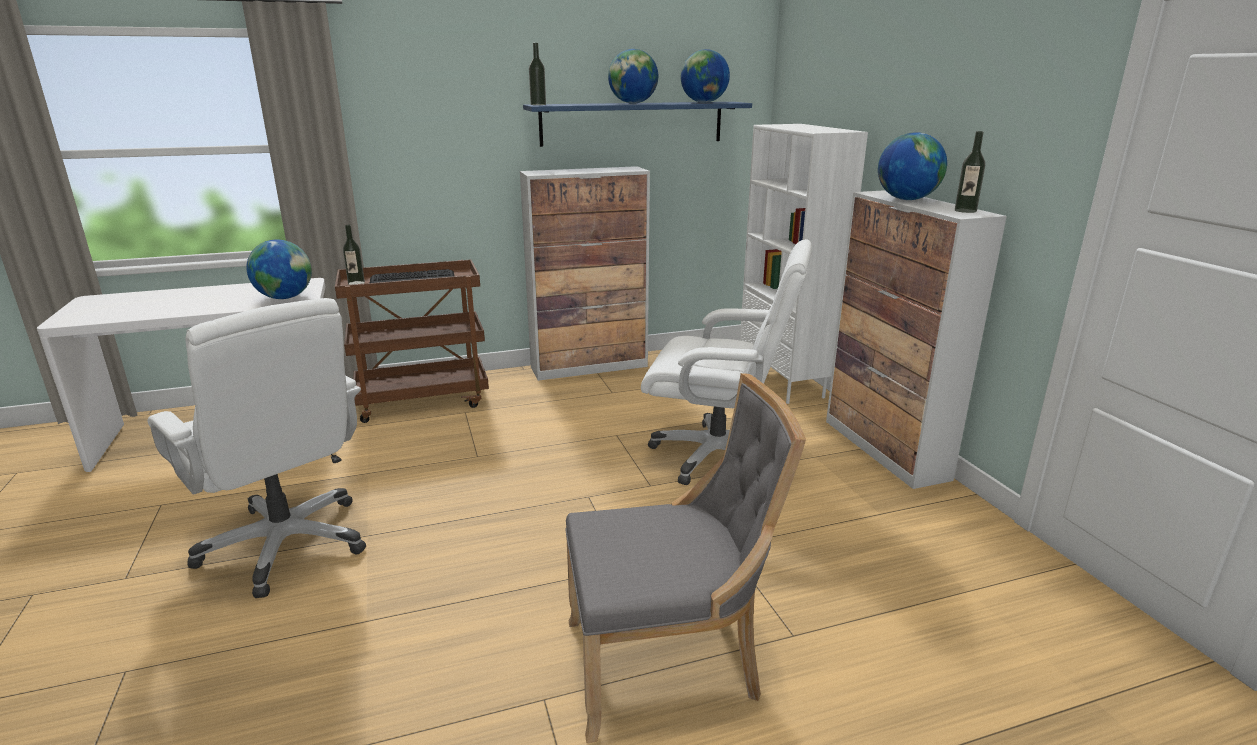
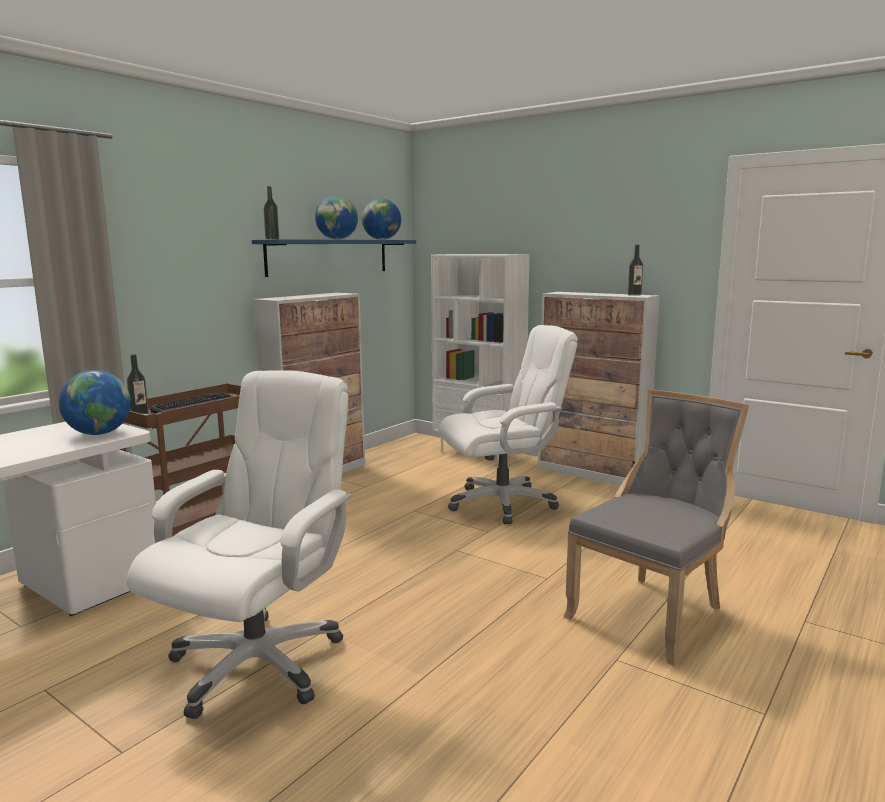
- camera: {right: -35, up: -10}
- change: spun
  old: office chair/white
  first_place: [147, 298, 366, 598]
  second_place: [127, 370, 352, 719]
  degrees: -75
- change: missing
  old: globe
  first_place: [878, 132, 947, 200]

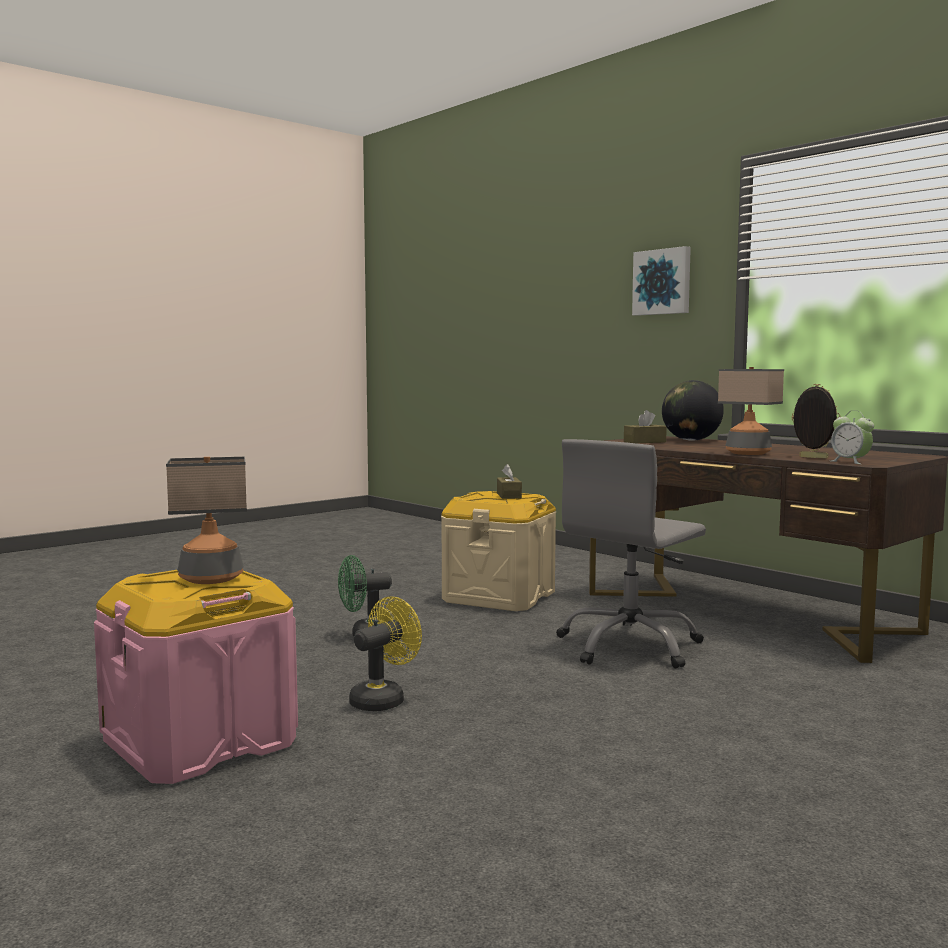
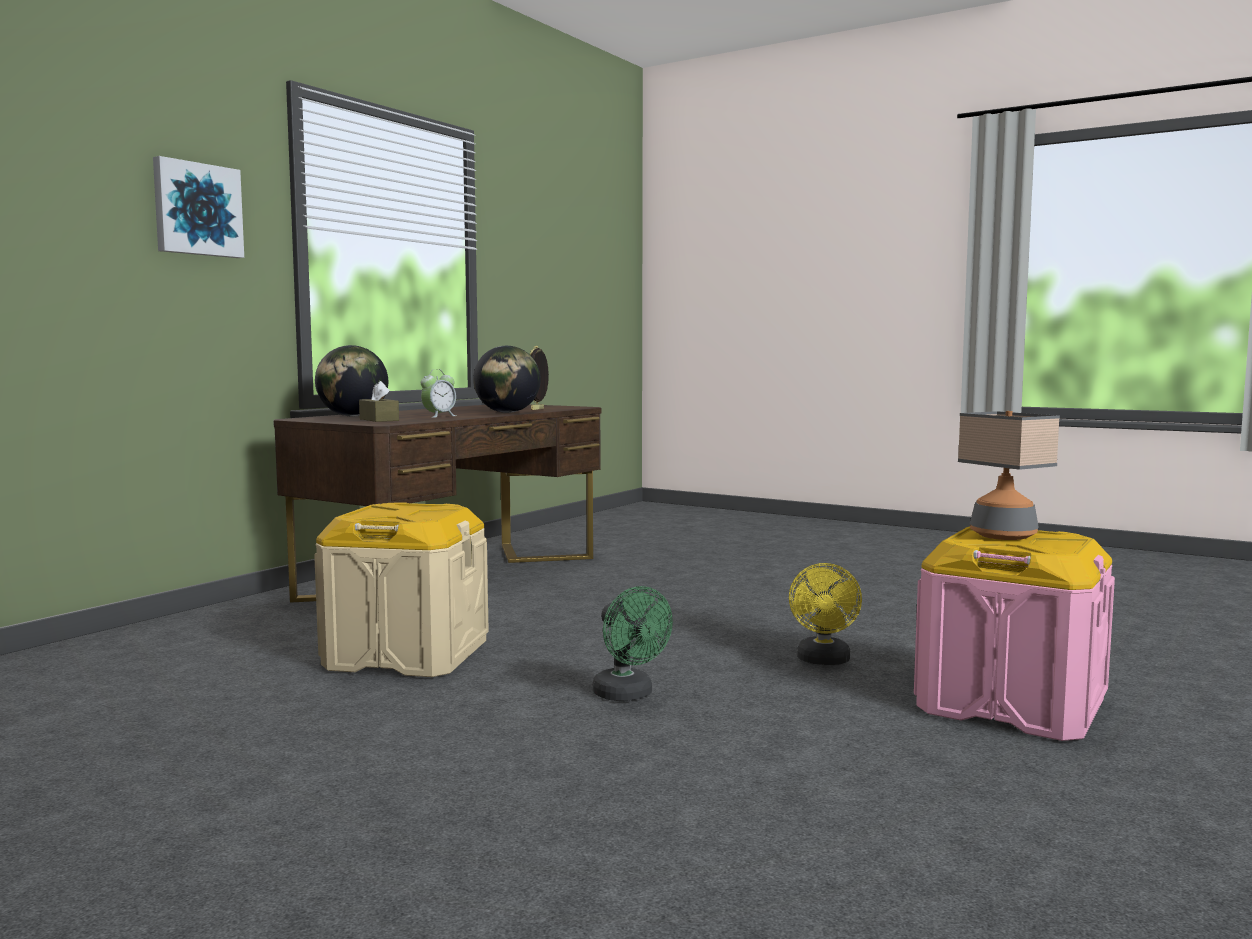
- camera: {right: -105, up: 0}
- change: relocated
  old: alarm clock
  first_place: [831, 411, 874, 464]
  second_place: [421, 369, 457, 418]
- change: exchanged
  old: table lamp
  new: globe
  first_place: [718, 367, 784, 455]
  second_place: [473, 346, 541, 413]
- change: spun
  old: fan/yellow
  first_place: [349, 597, 422, 712]
  second_place: [789, 563, 862, 665]
  degrees: -105
- change: missing
  old: tissue box/brown
  first_place: [497, 464, 522, 499]
- change: missing
  old: office chair/grey
  first_place: [556, 439, 706, 668]

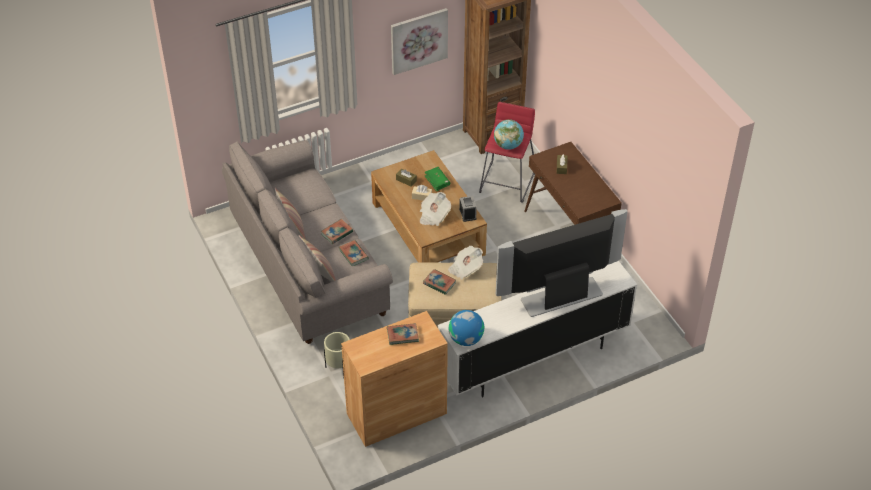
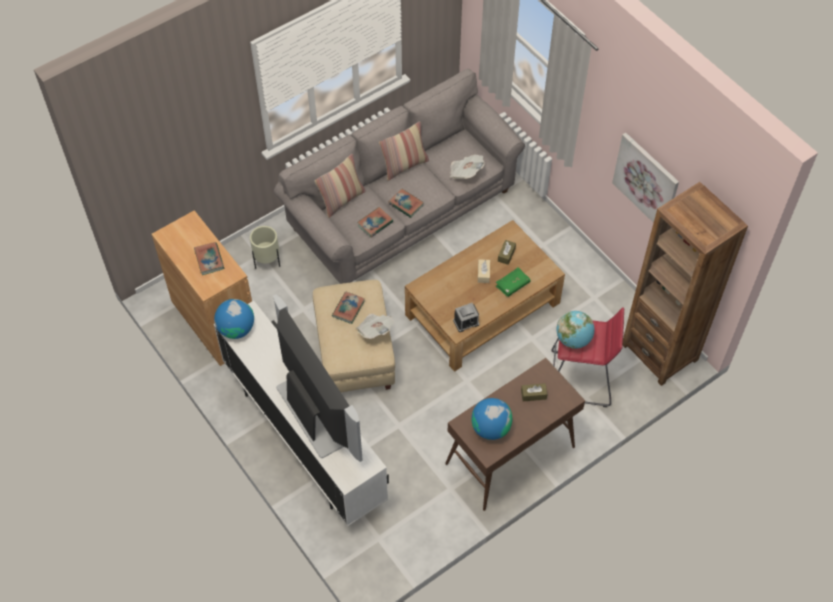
- camera: {right: 80, up: 10}
- change: relocated
  old: newspaper
  first_place: [420, 192, 451, 226]
  second_place: [450, 154, 485, 179]
- change: appeared
  new: globe
  second_place: [472, 398, 512, 440]

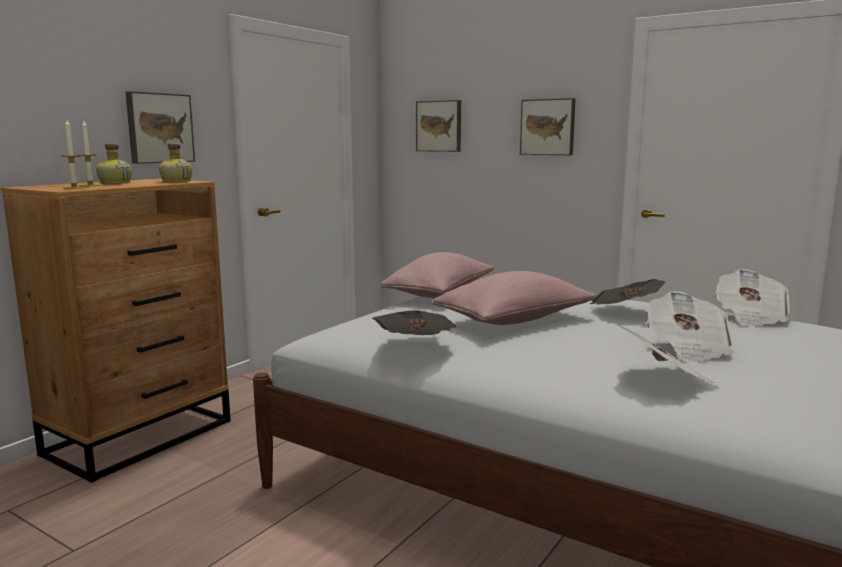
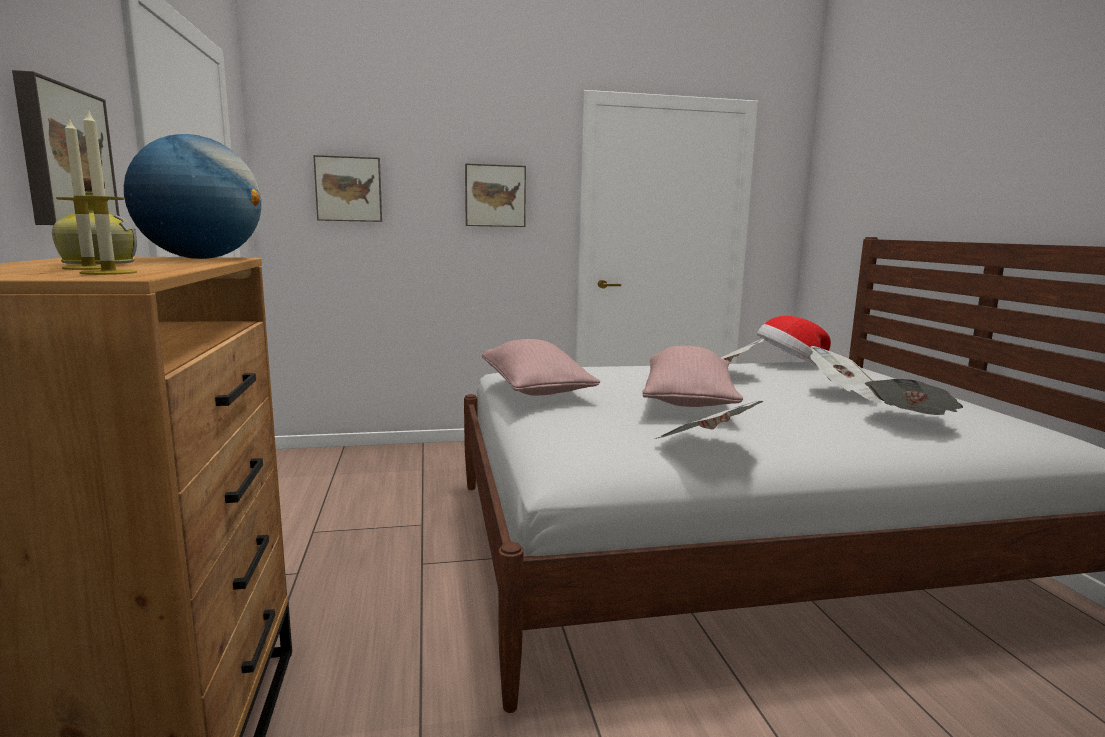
- camera: {right: -45, up: 0}
- change: exchanged
  old: bottle
  new: globe
  first_place: [159, 143, 192, 182]
  second_place: [124, 134, 261, 259]
- change: exchanged
  old: newspaper
  new: hat
  first_place: [714, 269, 790, 327]
  second_place: [757, 316, 831, 365]

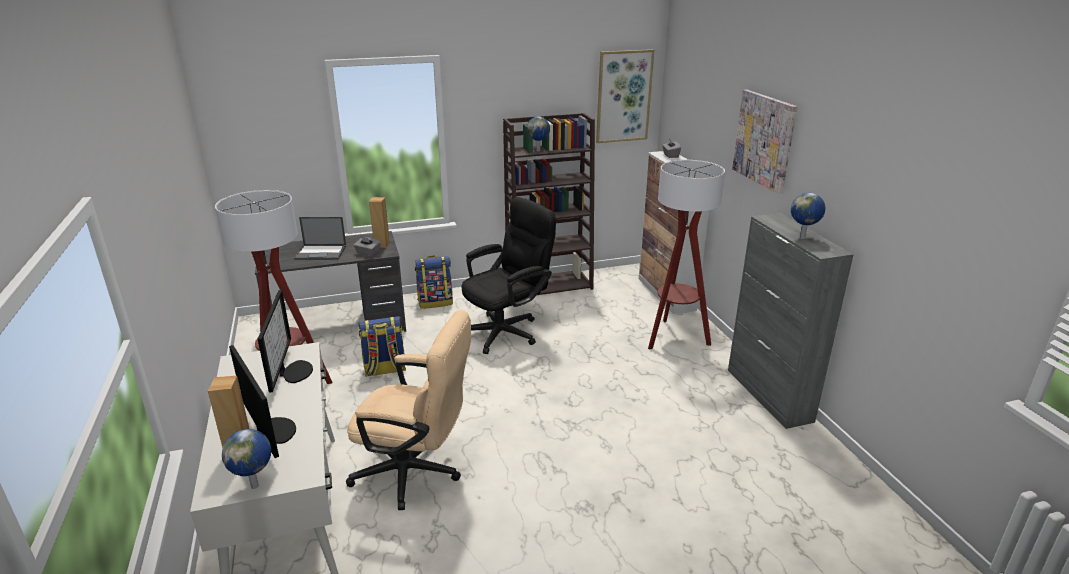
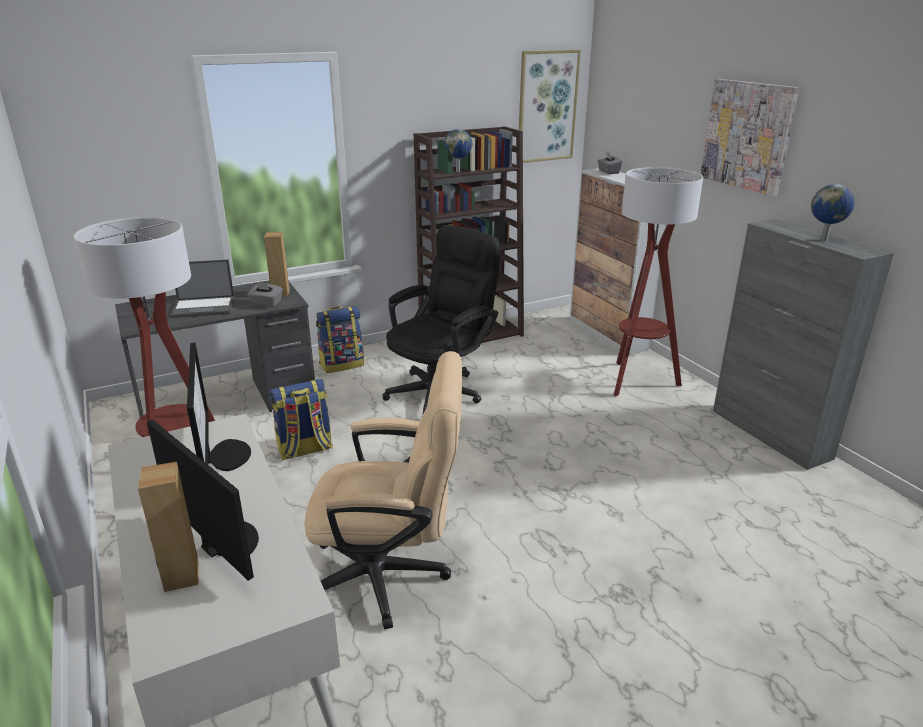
- camera: {right: -10, up: 0}
- change: missing
  old: globe
  first_place: [222, 429, 271, 489]

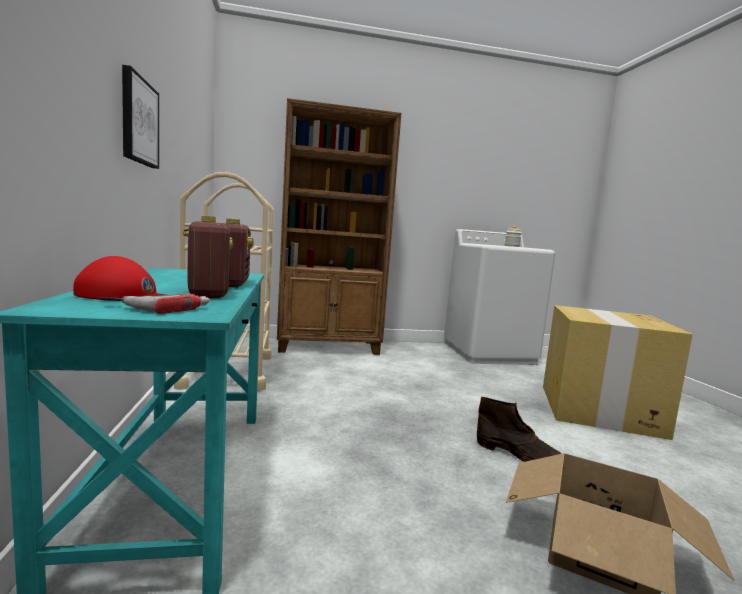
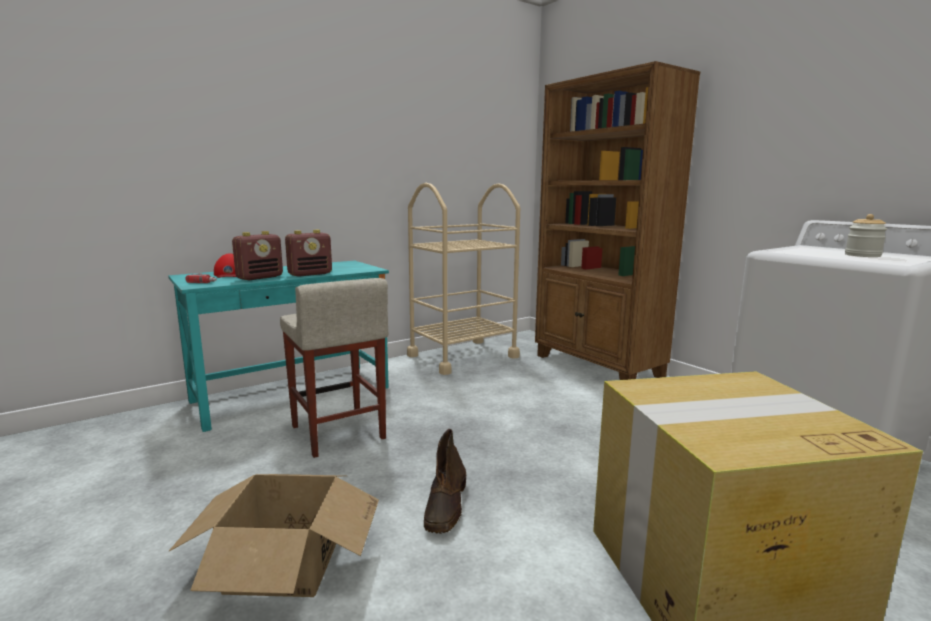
- camera: {right: 65, up: 5}
- change: appeared
  new: stool/beige
  second_place: [280, 278, 388, 458]
- change: missing
  old: picture
  first_place: [122, 65, 159, 169]

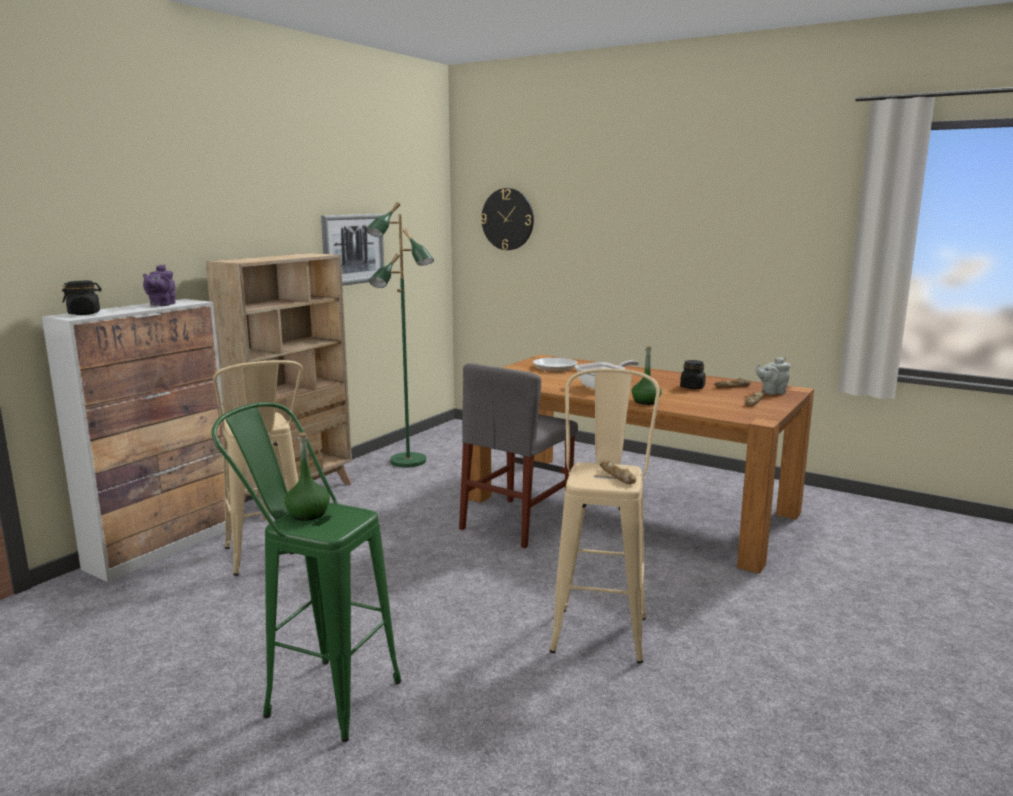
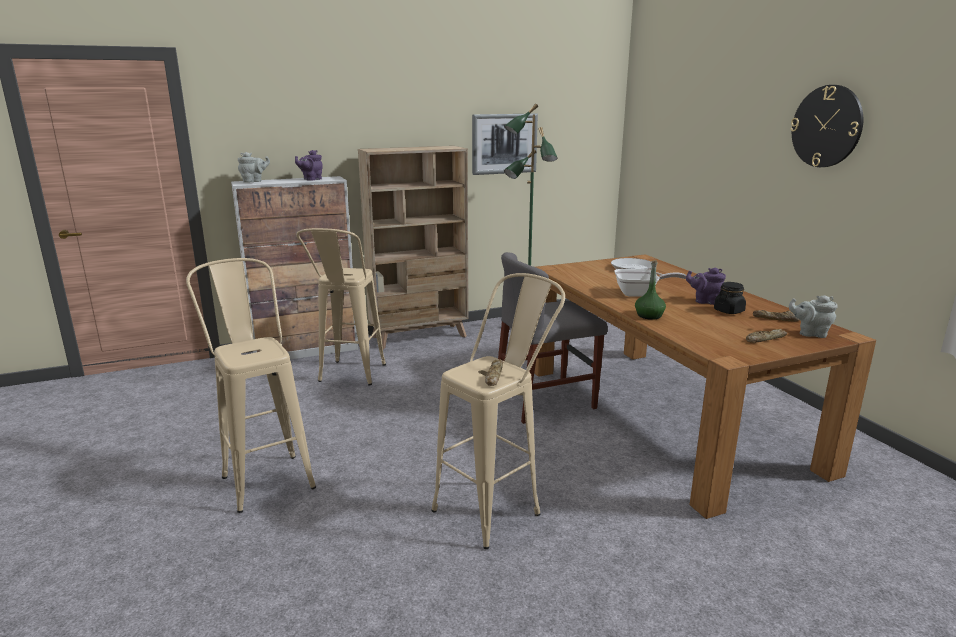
- camera: {right: 35, up: 5}
- change: colour
  old: stool/green
  new: stool/beige
  first_place: [211, 402, 401, 742]
  second_place: [186, 258, 316, 513]
- change: exchanged
  old: jar/black
  new: teapot/grey
  first_place: [62, 281, 102, 315]
  second_place: [238, 152, 270, 183]
- change: appeared
  new: teapot/purple
  second_place: [686, 268, 726, 305]
- change: relocated
  old: wall clock
  first_place: [481, 188, 534, 250]
  second_place: [790, 85, 863, 167]
- change: missing
  old: bottle/green
  first_place: [284, 433, 330, 521]

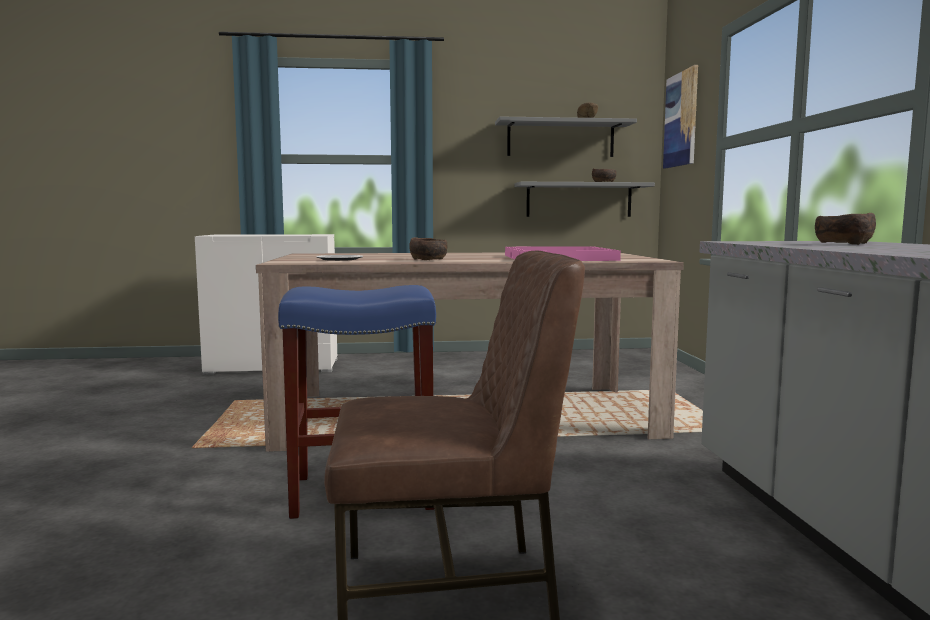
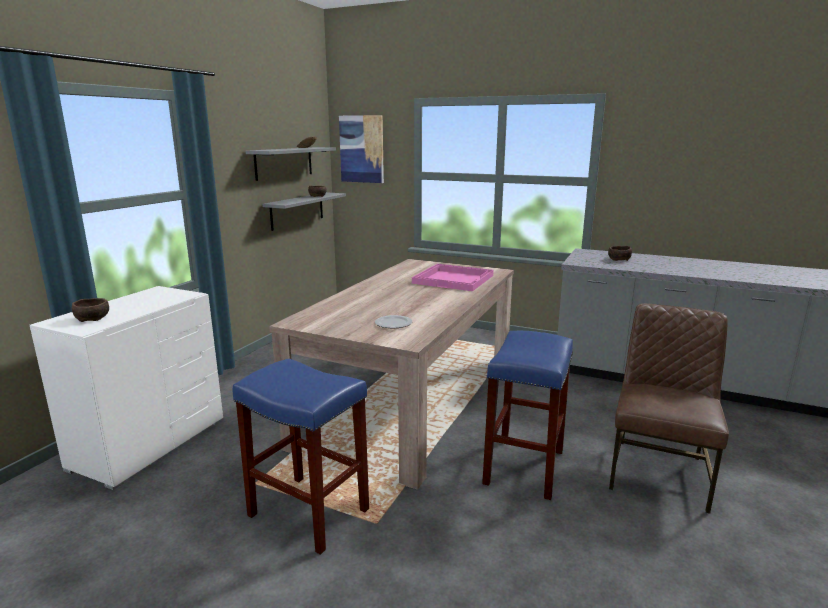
- camera: {right: -60, up: 10}
- change: relocated
  old: bowl/brown
  first_place: [409, 237, 447, 260]
  second_place: [72, 298, 109, 322]
- change: appeared
  new: stool/blue
  second_place: [233, 358, 369, 555]

